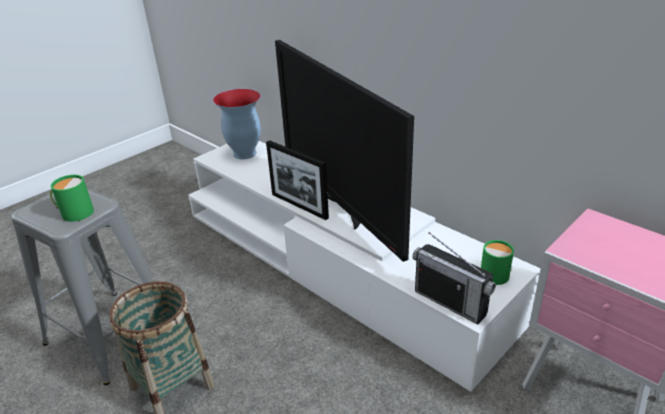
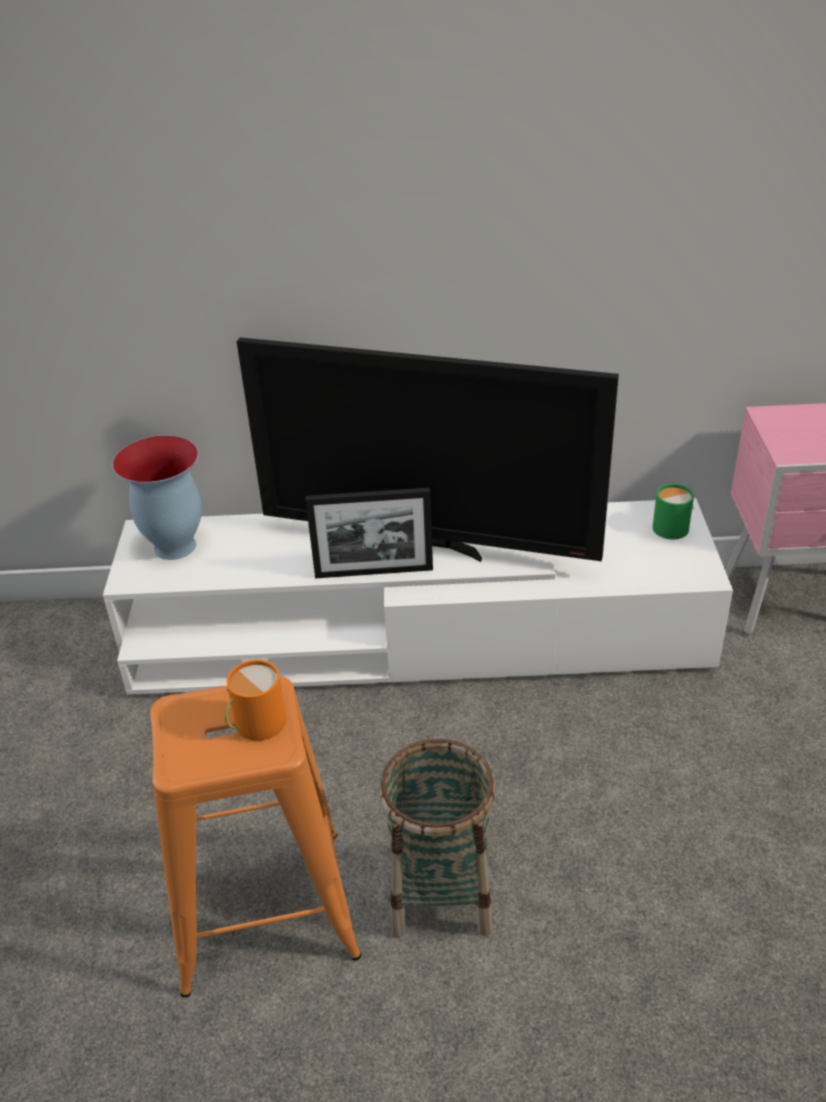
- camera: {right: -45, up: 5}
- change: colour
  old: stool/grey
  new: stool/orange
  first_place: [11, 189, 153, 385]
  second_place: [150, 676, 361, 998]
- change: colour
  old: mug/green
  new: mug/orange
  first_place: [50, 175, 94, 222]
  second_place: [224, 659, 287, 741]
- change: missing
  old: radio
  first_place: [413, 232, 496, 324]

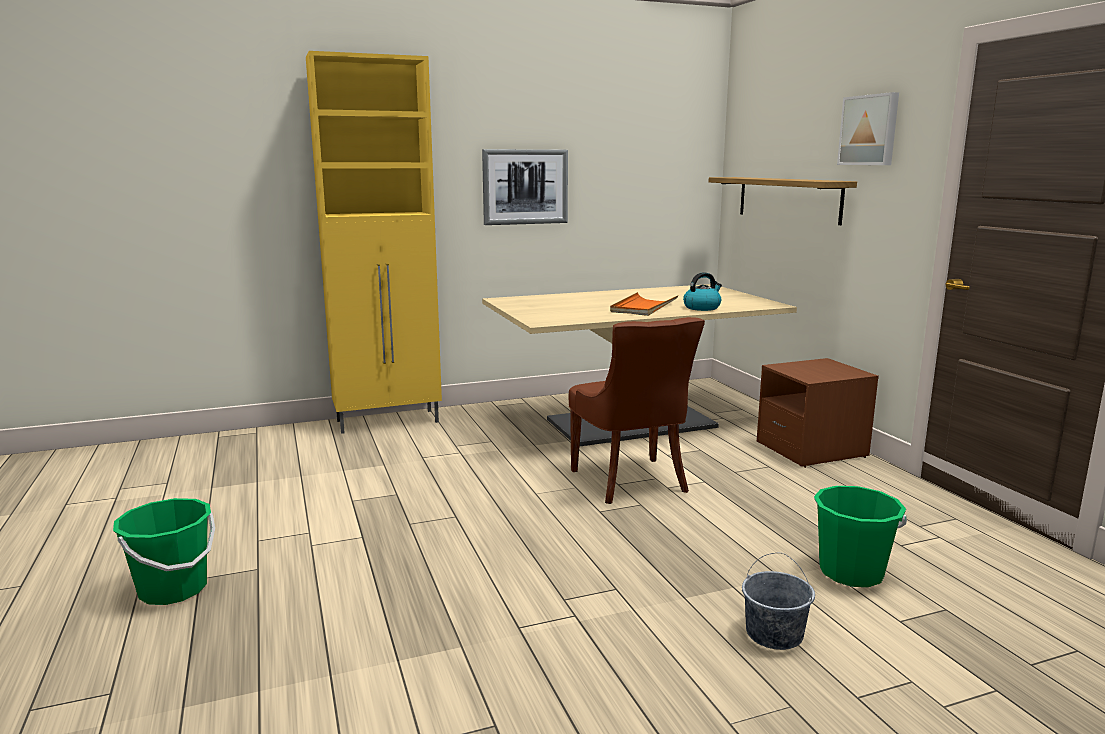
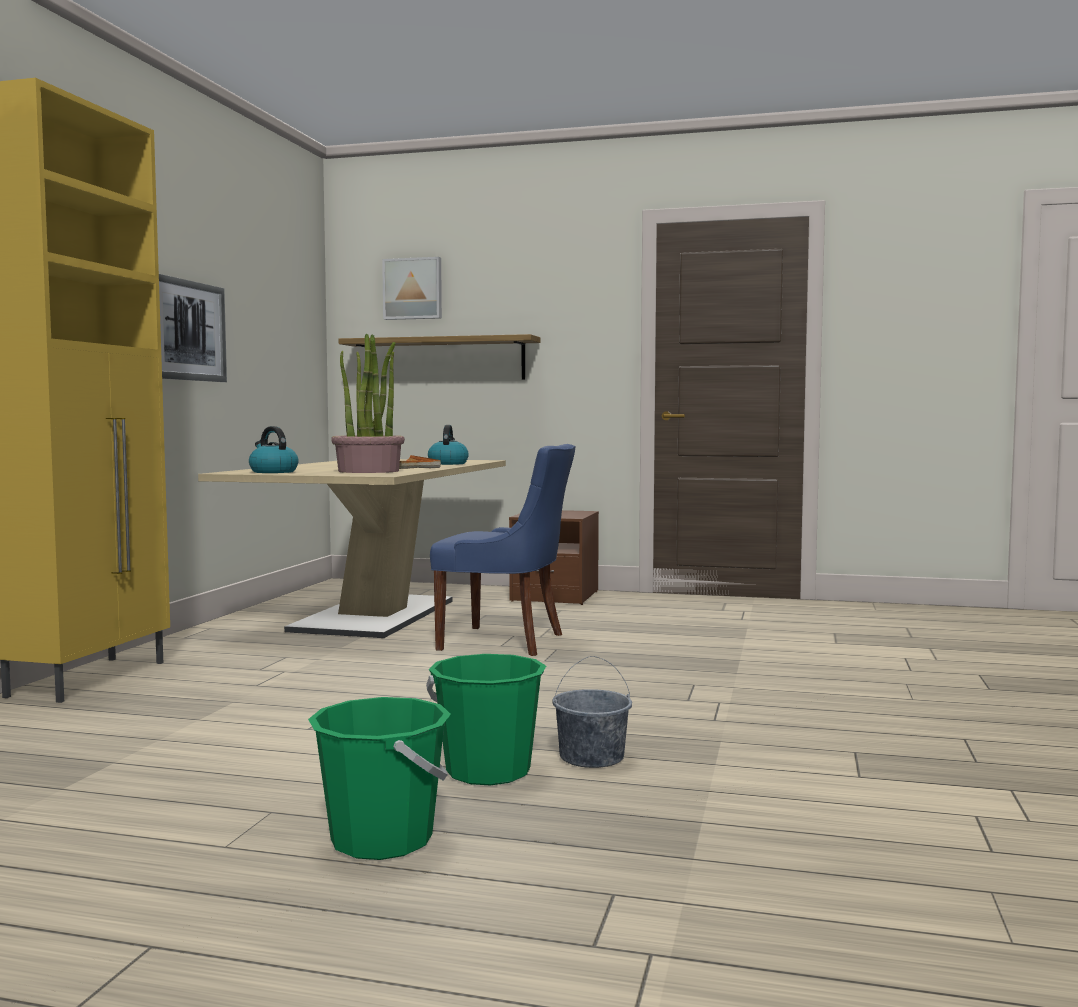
- camera: {right: -55, up: -10}
- change: appeared
  new: kettle
  second_place: [249, 426, 299, 473]
- change: appeared
  new: potted plant
  second_place: [331, 333, 405, 473]
- change: relocated
  old: picture
  first_place: [837, 92, 899, 165]
  second_place: [382, 257, 442, 320]
- change: relocated
  old: bucket/green
  first_place: [814, 486, 907, 587]
  second_place: [426, 654, 546, 786]
- change: colour
  old: chair/brown
  new: chair/blue
  first_place: [569, 317, 705, 504]
  second_place: [430, 444, 576, 656]
- change: relocated
  old: bucket/grey
  first_place: [742, 553, 815, 650]
  second_place: [552, 656, 632, 768]

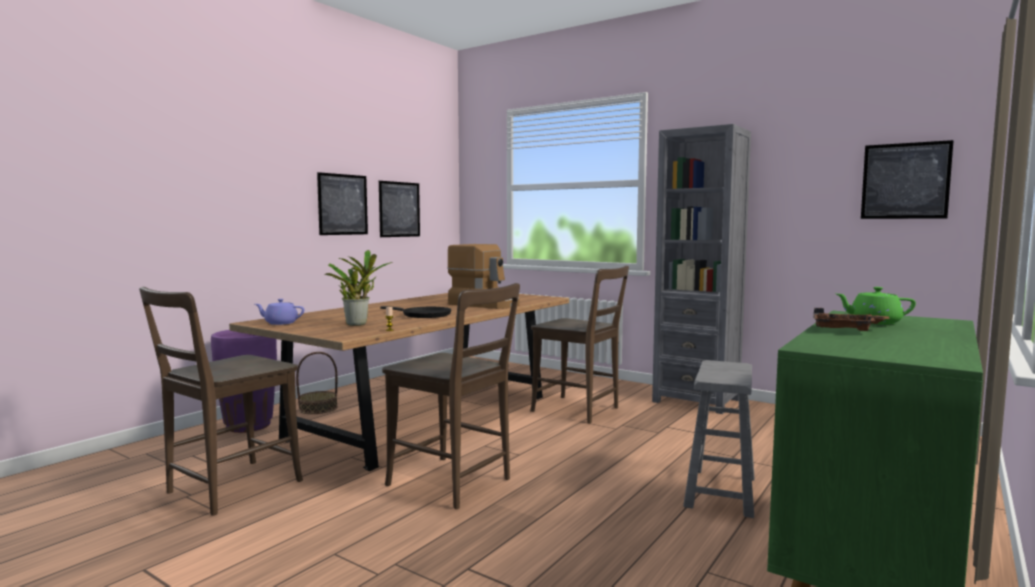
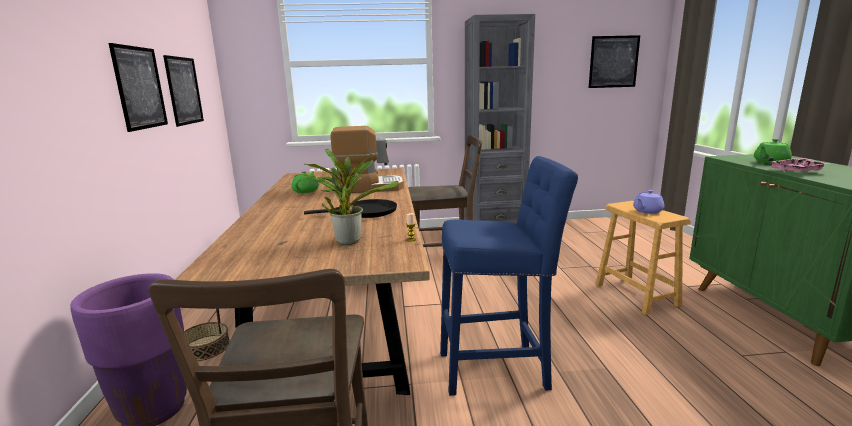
- camera: {right: -40, up: 10}
- change: appeared
  new: teapot/green
  second_place: [292, 171, 319, 193]
- change: exchanged
  old: chair/brown
  new: stool/blue
  first_place: [382, 283, 520, 509]
  second_place: [440, 156, 578, 396]
- change: colour
  old: stool/grey
  new: stool/brown
  first_place: [683, 360, 755, 518]
  second_place: [595, 201, 691, 315]
- change: relocated
  old: teapot/purple
  first_place: [255, 299, 305, 325]
  second_place: [633, 190, 664, 214]
- change: colour
  old: tray/brown
  new: tray/pink
  first_place: [813, 308, 890, 331]
  second_place: [768, 158, 829, 172]

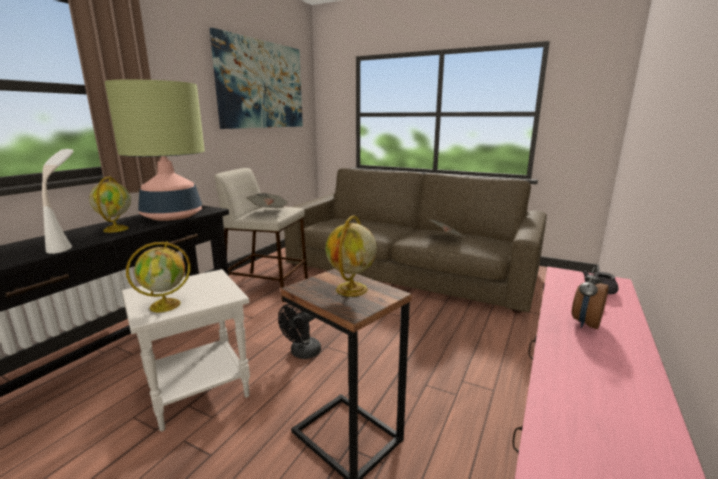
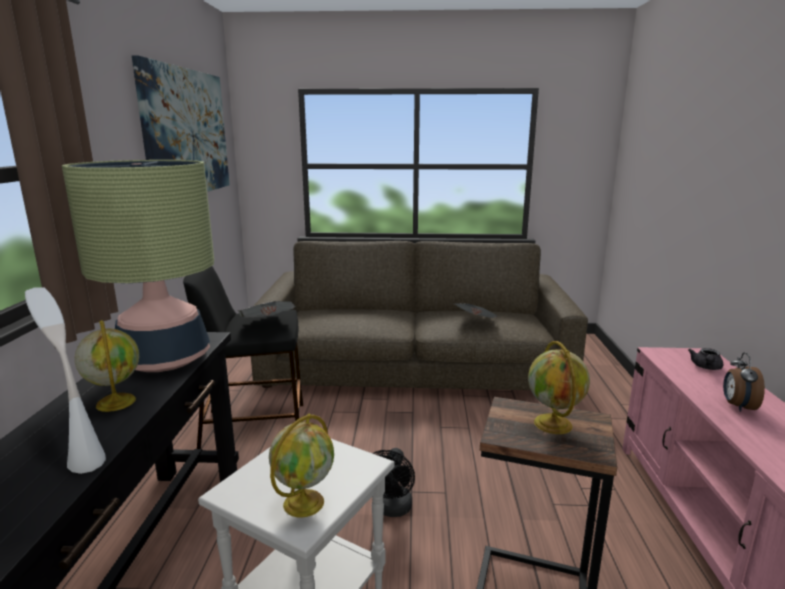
- camera: {right: -25, up: 0}
- change: colour
  old: stool/beige
  new: stool/black
  first_place: [215, 168, 308, 302]
  second_place: [183, 266, 303, 449]

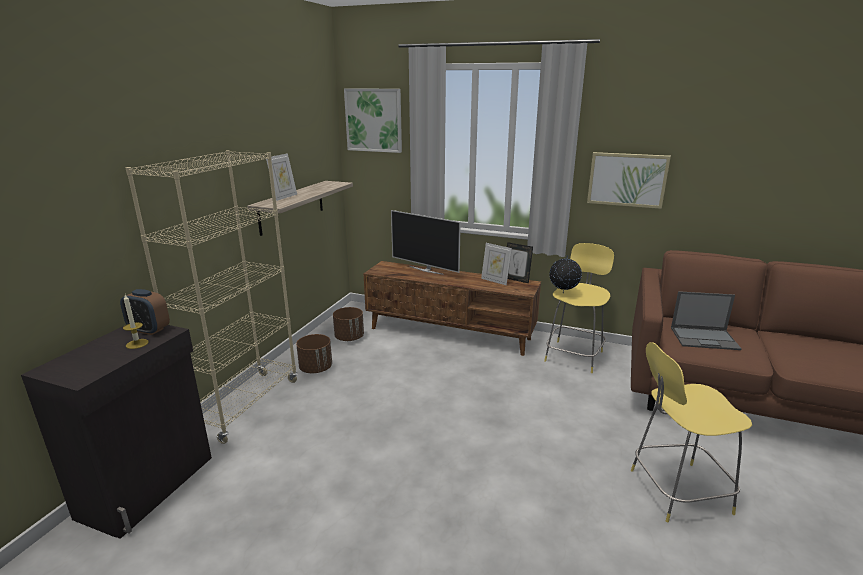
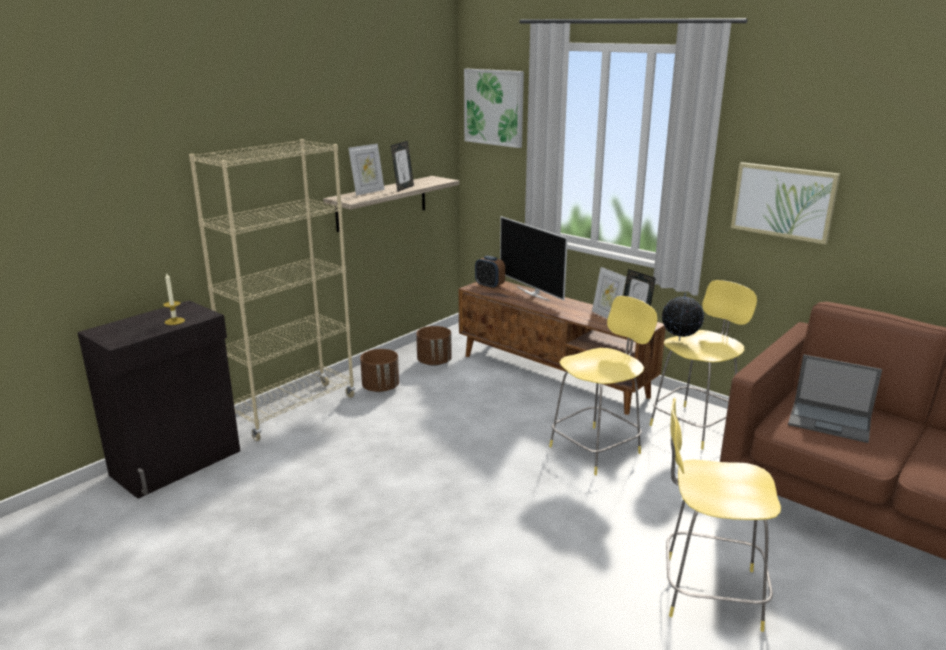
- camera: {right: 20, up: 0}
- change: appeared
  new: picture frame
  second_place: [391, 141, 414, 192]
- change: relocated
  old: alarm clock
  first_place: [120, 289, 170, 335]
  second_place: [475, 256, 505, 289]
- change: appeared
  new: stool/yellow
  second_place: [549, 296, 658, 475]

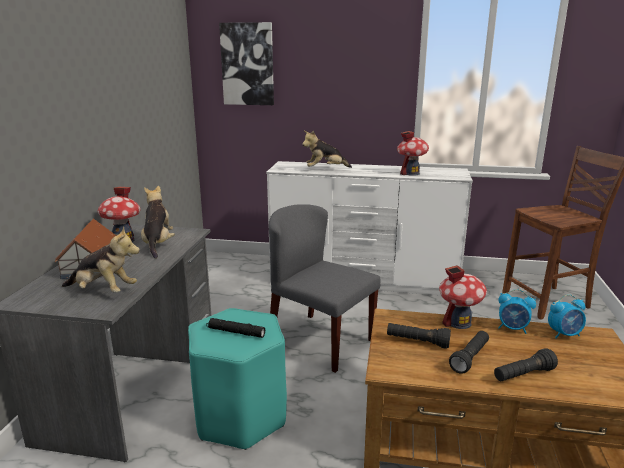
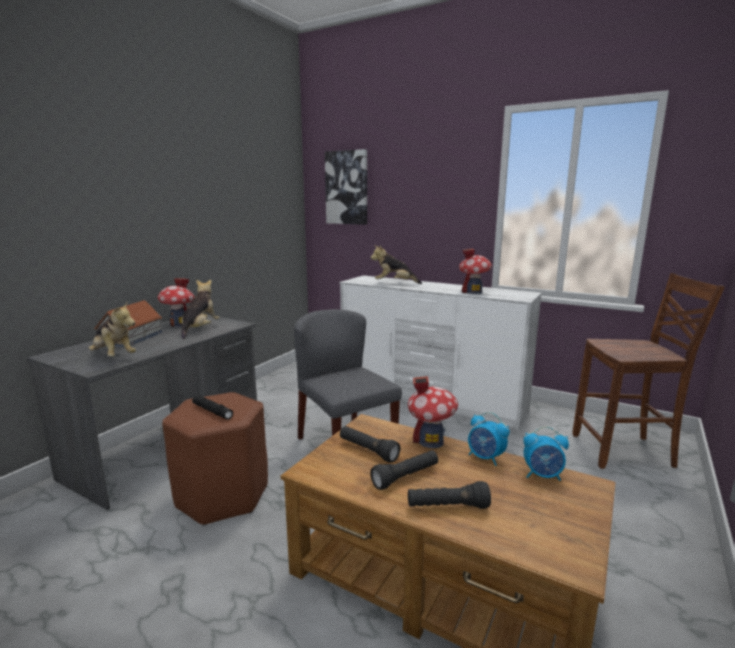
- camera: {right: 20, up: -5}
- change: colour
  old: stool/turquoise
  new: stool/brown
  first_place: [188, 308, 287, 450]
  second_place: [162, 392, 268, 526]

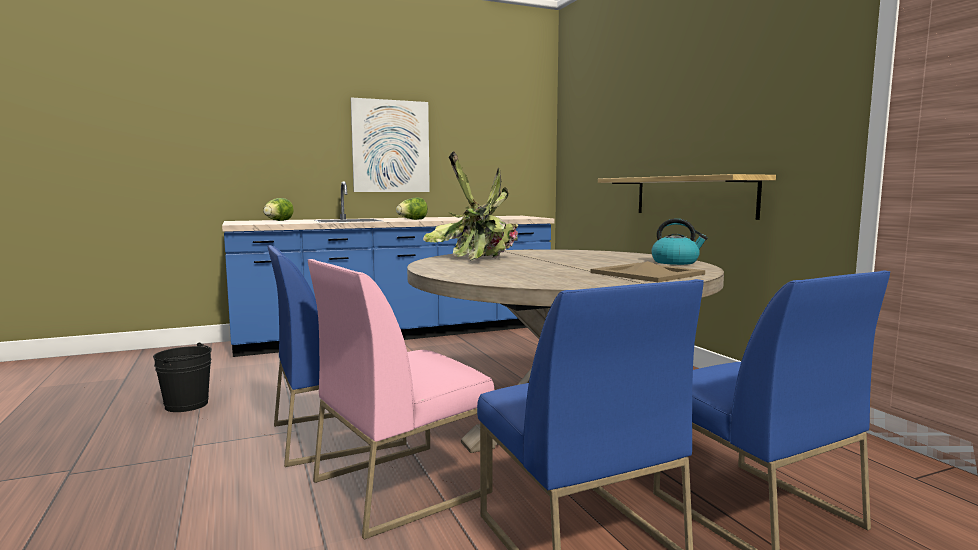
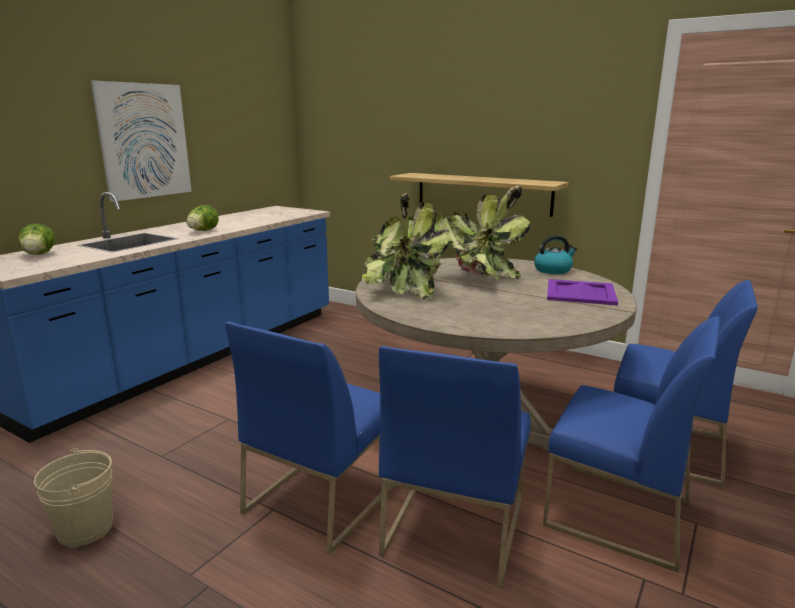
- camera: {right: -35, up: 10}
- change: colour
  old: bucket/black
  new: bucket/beige
  first_place: [153, 342, 212, 412]
  second_place: [34, 448, 113, 547]
- change: colour
  old: chair/pink
  new: chair/blue
  first_place: [308, 259, 494, 539]
  second_place: [379, 346, 531, 588]
- change: appeared
  new: potted plant
  second_place: [435, 186, 530, 281]
- change: colour
  old: tray/beige
  new: tray/purple
  first_place: [591, 261, 705, 282]
  second_place: [547, 279, 618, 305]

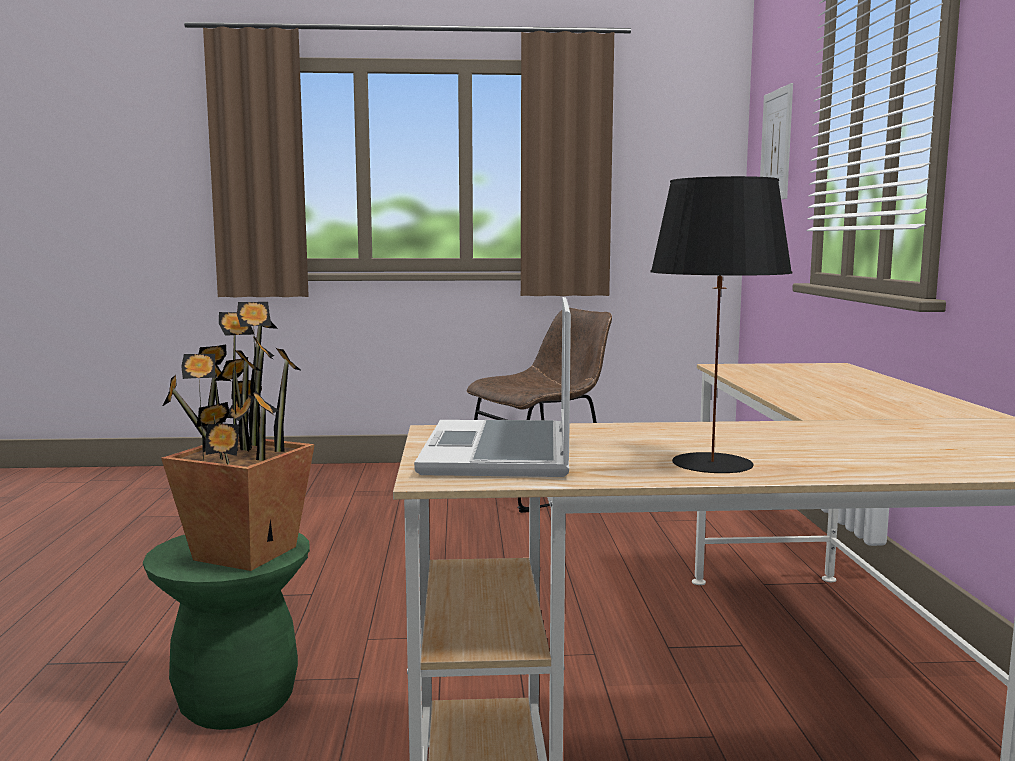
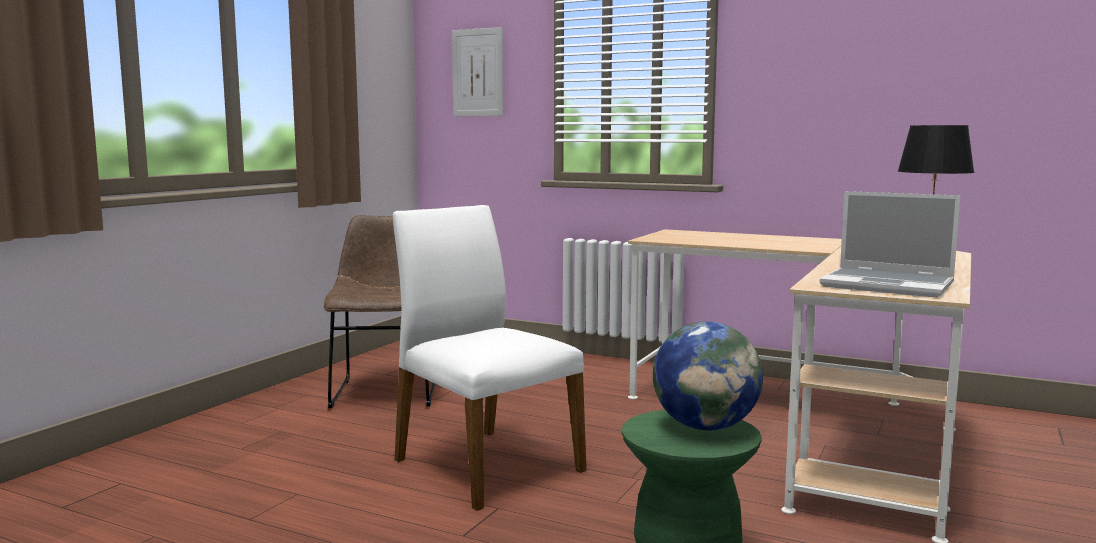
- camera: {right: -60, up: 0}
- change: appeared
  new: chair/white
  second_place: [393, 205, 587, 511]
- change: exchanged
  old: potted plant
  new: globe
  first_place: [161, 302, 315, 571]
  second_place: [653, 321, 763, 431]

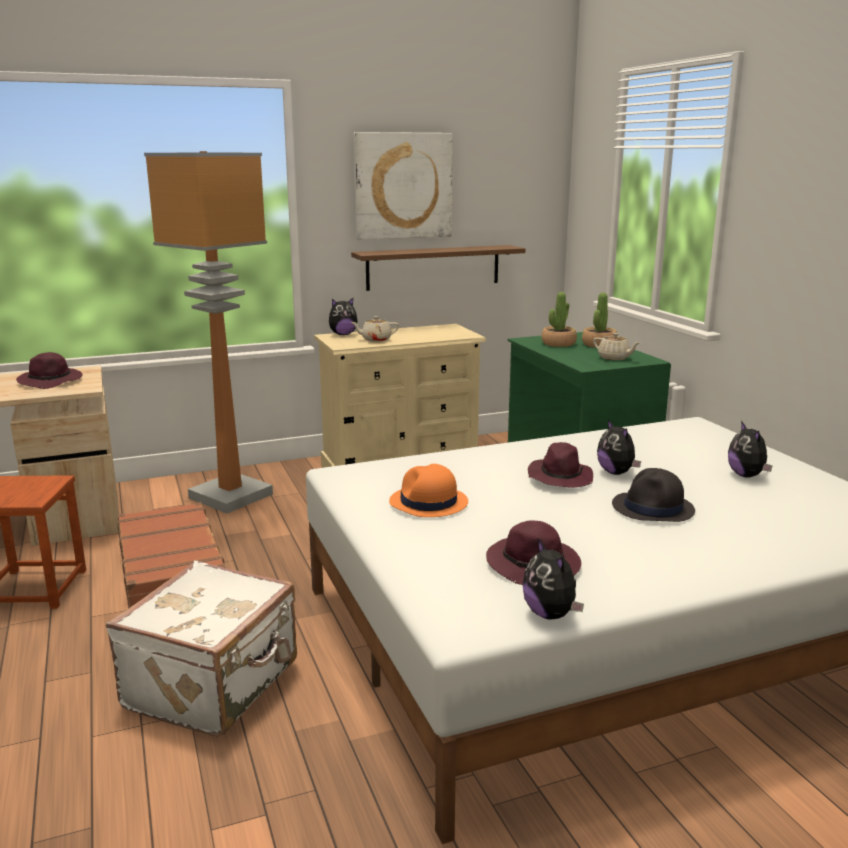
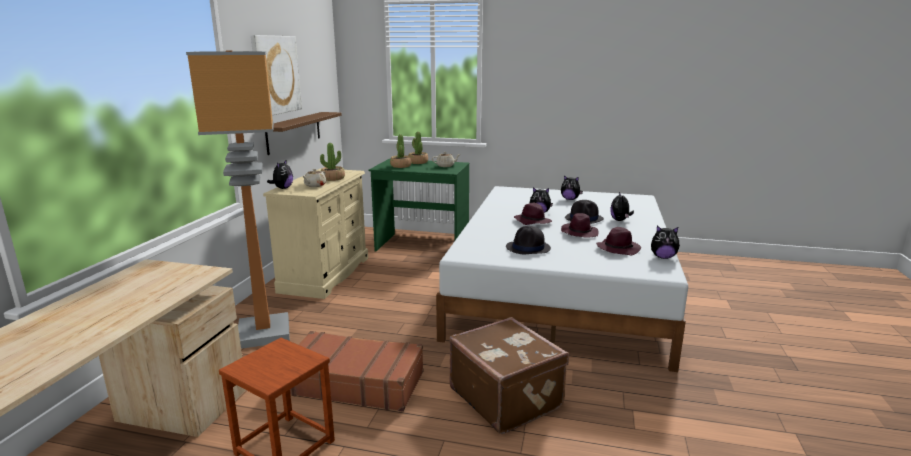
- camera: {right: -55, up: 0}
- change: appeared
  new: potted plant
  second_place: [320, 143, 345, 181]
- change: colour
  old: suitcase/white
  new: suitcase/brown
  first_place: [106, 561, 297, 737]
  second_place: [449, 317, 569, 434]
- change: colour
  old: hat/orange
  new: hat/black
  first_place: [389, 464, 468, 517]
  second_place: [506, 226, 551, 254]
- change: relocated
  old: hat/purple
  first_place: [16, 352, 83, 389]
  second_place: [561, 213, 598, 238]
- change: appeared
  new: plush toy
  second_place: [610, 192, 634, 221]

